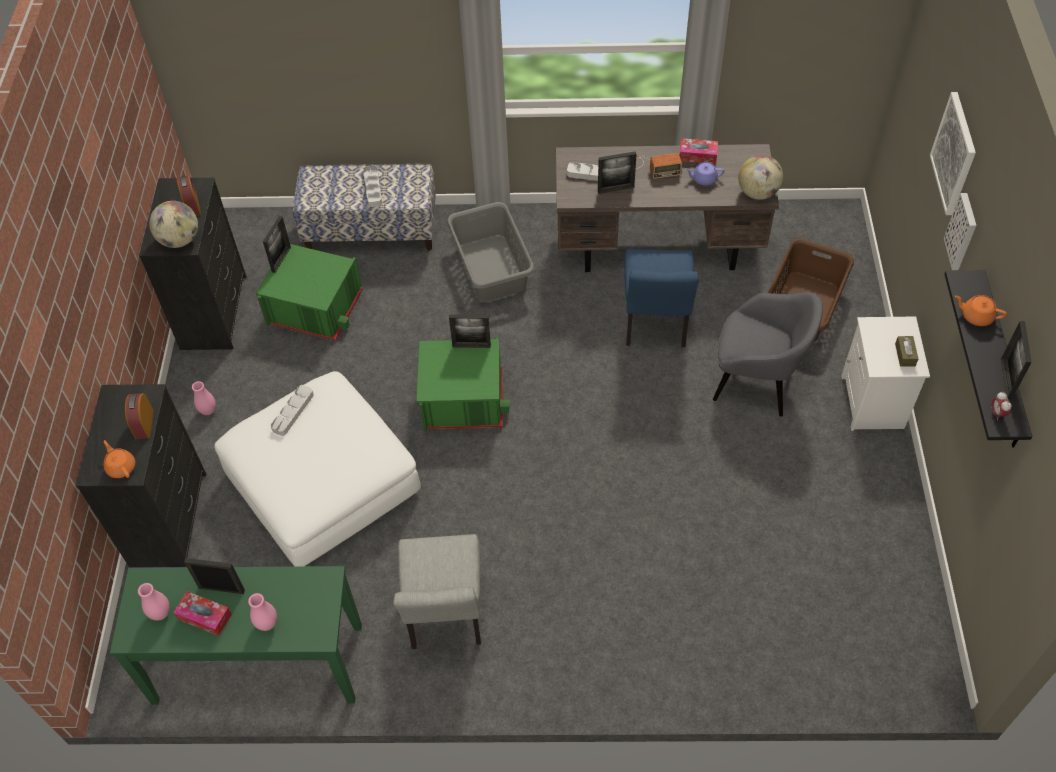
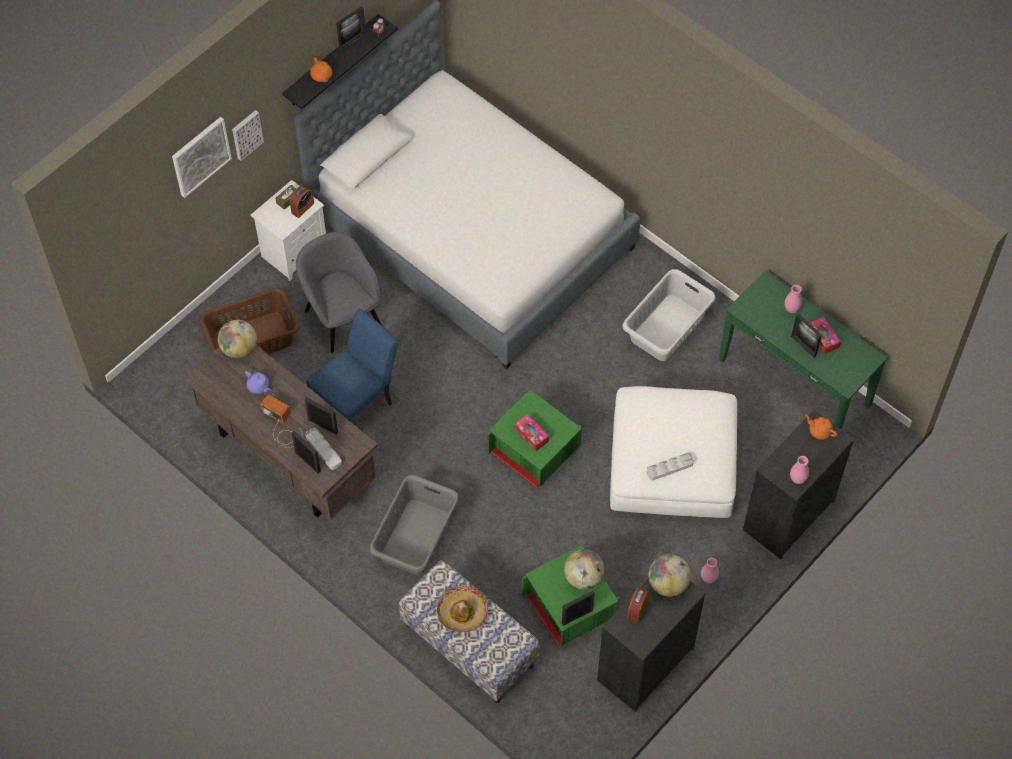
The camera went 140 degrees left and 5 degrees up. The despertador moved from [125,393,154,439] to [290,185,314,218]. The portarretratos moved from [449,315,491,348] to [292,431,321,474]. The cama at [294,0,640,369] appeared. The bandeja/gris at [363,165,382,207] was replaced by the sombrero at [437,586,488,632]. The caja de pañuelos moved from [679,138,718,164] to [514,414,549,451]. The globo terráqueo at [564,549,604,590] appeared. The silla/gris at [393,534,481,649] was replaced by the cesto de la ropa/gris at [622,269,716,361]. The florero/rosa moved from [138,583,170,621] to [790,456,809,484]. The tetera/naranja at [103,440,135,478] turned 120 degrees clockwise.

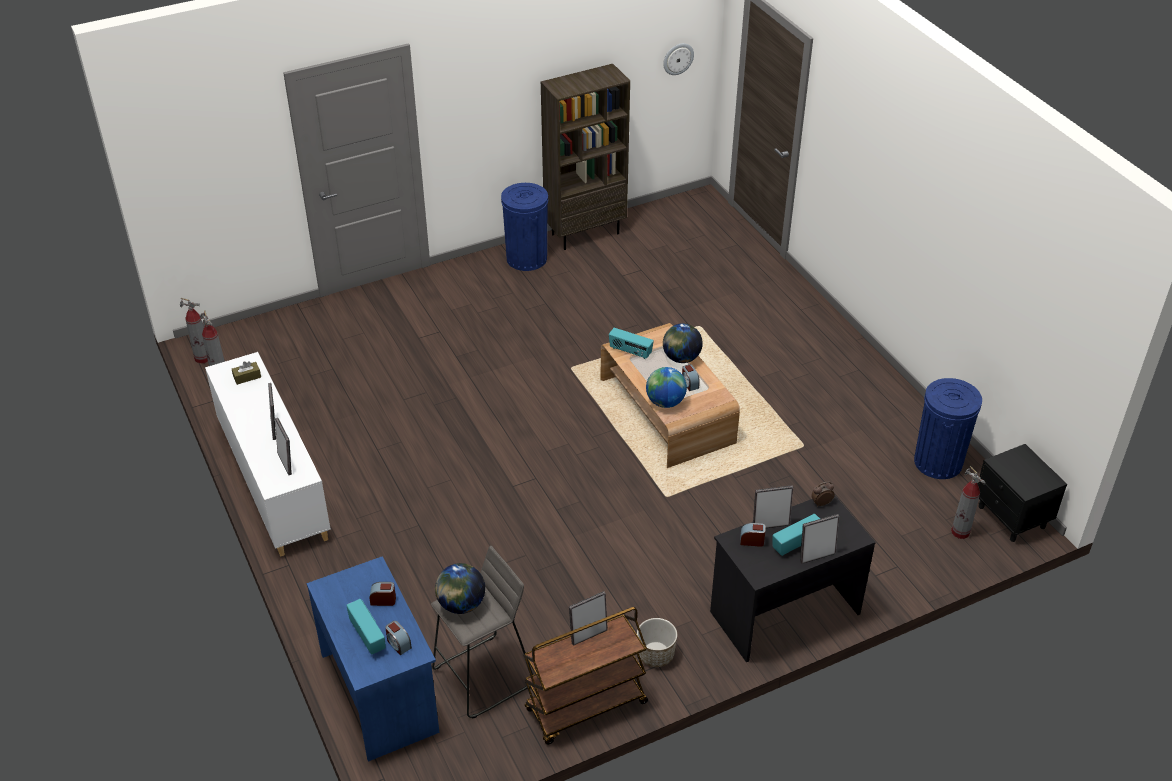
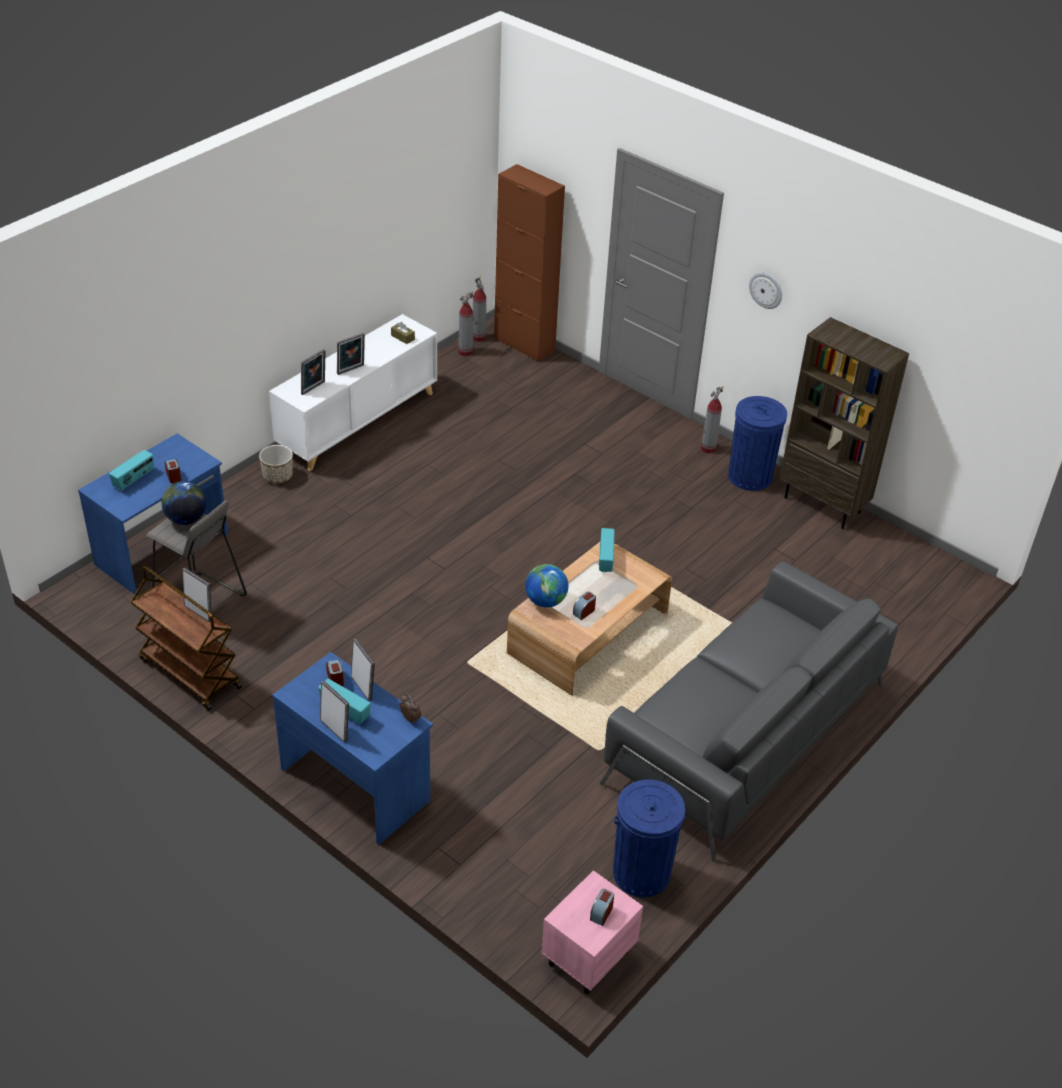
The camera went 65 degrees right and 0 degrees up. The maceta moved from [637,618,677,667] to [259,445,293,484]. The escritorio/negro at [710,496,876,662] became the escritorio/azul at [272,652,433,845]. The armario/marrón at [494,164,565,362] appeared. The mesita de noche/negro at [978,444,1067,542] became the mesita de noche/rosa at [541,870,643,994]. The despertador moved from [385,621,412,655] to [590,889,614,926]. The sofá/gris at [599,561,898,863] appeared. The extintor moved from [951,466,985,539] to [701,386,723,453]. The reloj de pared moved from [663,43,694,75] to [749,273,782,309]. The globo terráqueo at [663,323,703,363] disappeared.

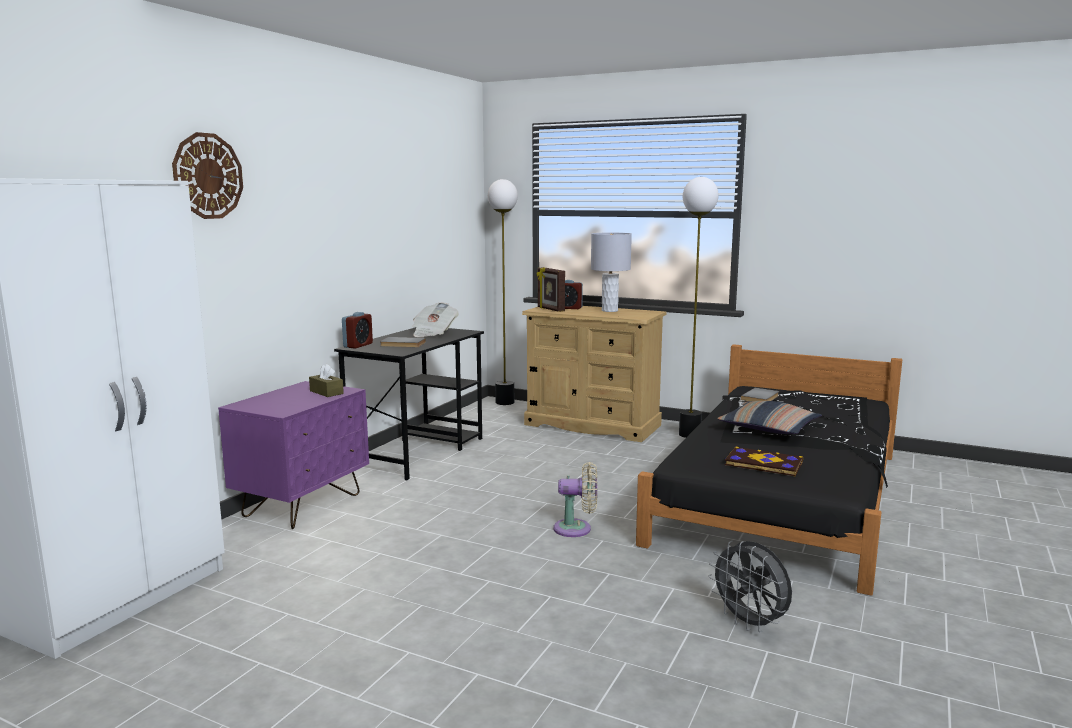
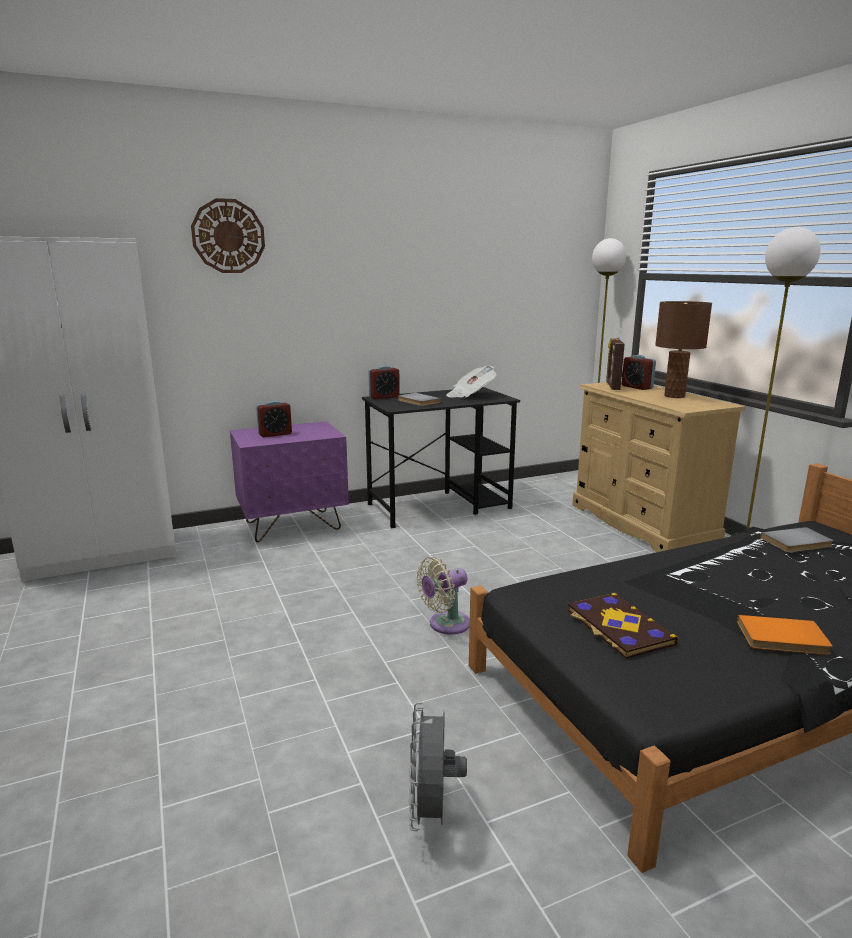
The camera went 40 degrees right and 5 degrees up. The despertador at [256,401,292,437] appeared. The ventilador/beis at [554,462,598,537] turned 105 degrees clockwise. The lámpara de mesa/gris at [591,233,632,312] became the lámpara de mesa/marrón at [655,301,712,398]. The libro/naranja at [737,615,832,655] appeared. The caja de pañuelos/marrón at [309,364,344,397] disappeared. The cojín at [717,401,822,434] disappeared.

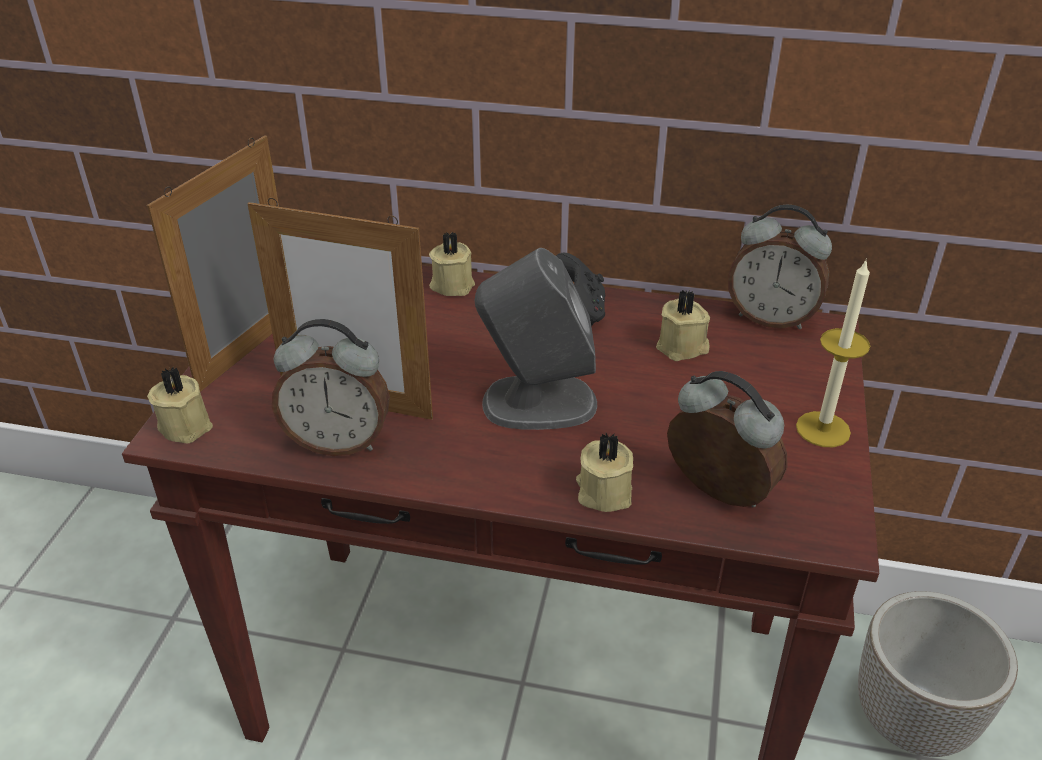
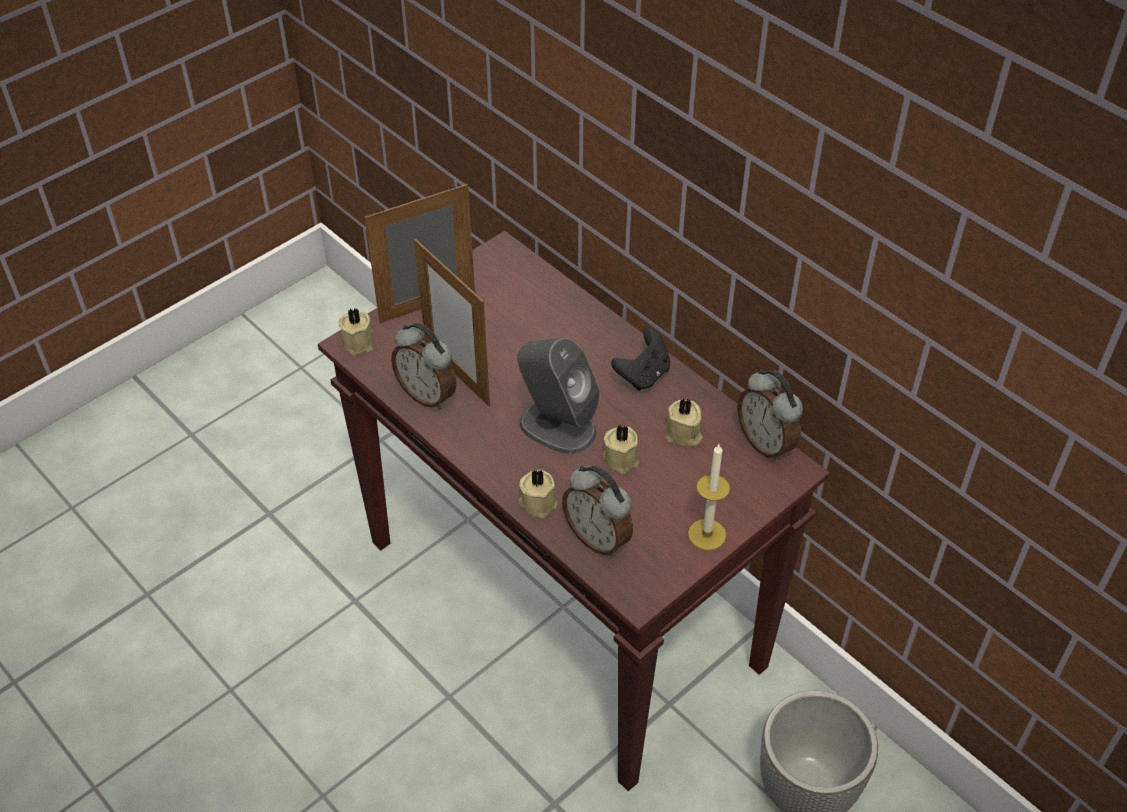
The camera went 35 degrees right and 10 degrees up. The despertador at [667,371,788,507] turned 150 degrees clockwise. The vela/beis moved from [429,232,475,296] to [603,424,639,474].

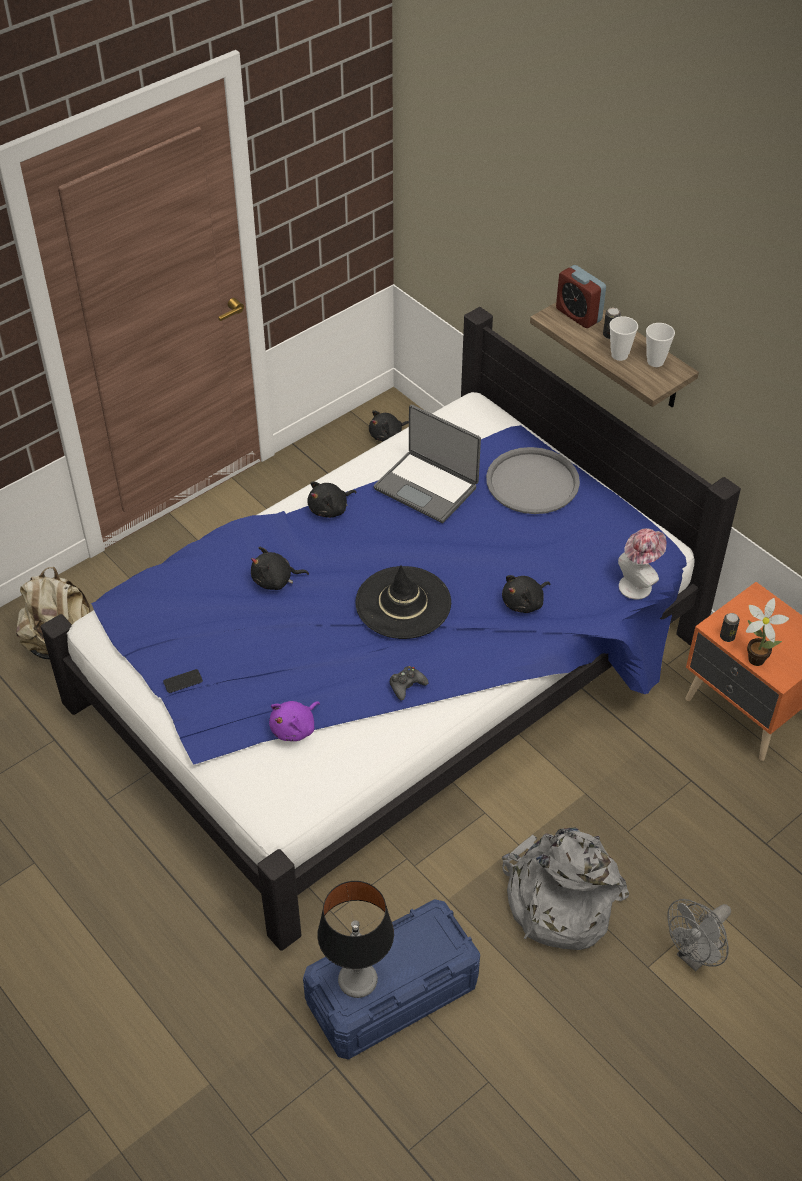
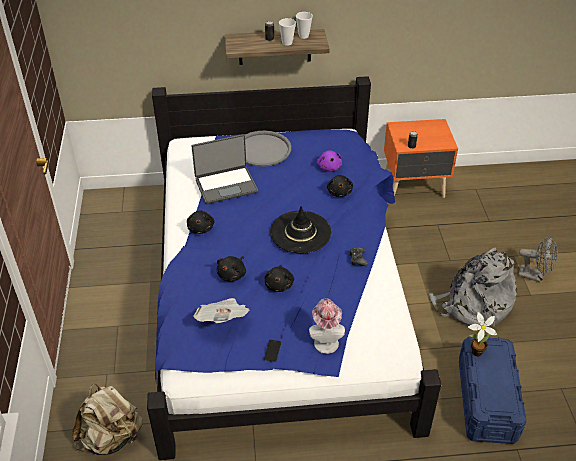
The camera went 55 degrees left and 5 degrees down. The periódico at [194,298,250,323] appeared. The peluche/negro moved from [369,411,409,442] to [265,265,294,292]. The sombrero moved from [618,528,667,599] to [309,298,345,354]. The peluche/morado moved from [269,701,320,741] to [317,150,342,172]. The planta en maceta moved from [746,598,789,666] to [468,312,497,357]. The ventilador/gris at [667,899,731,972] turned 60 degrees counterclockwise. The lámpara de mesa at [317,881,394,998] disappeared. The despertador at [556,265,606,328] disappeared.

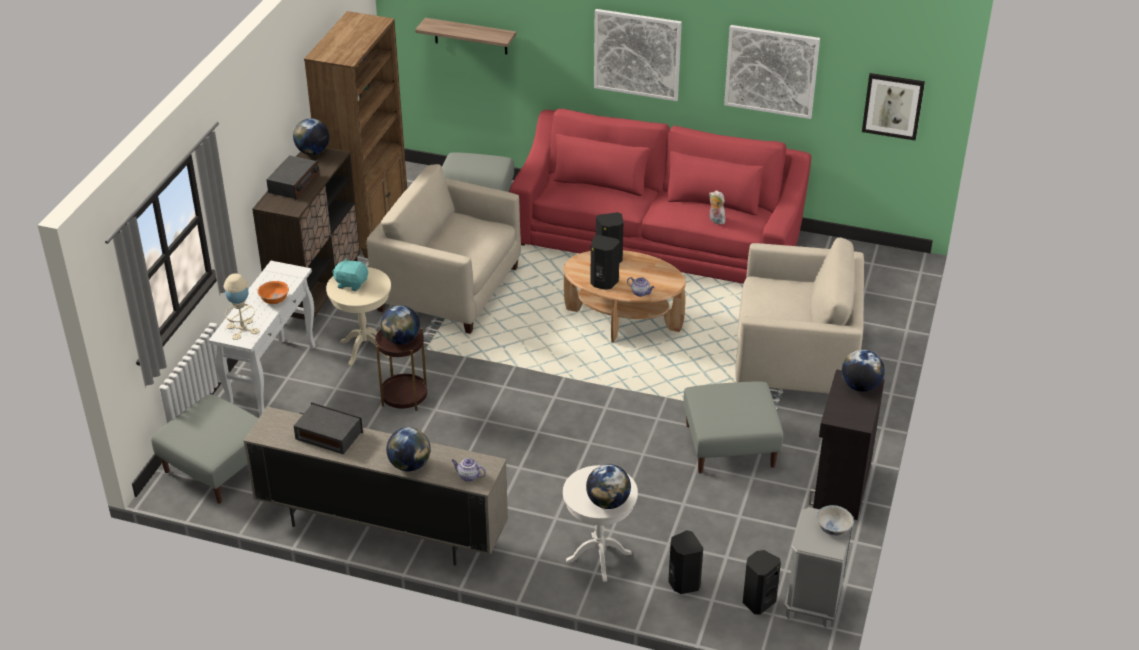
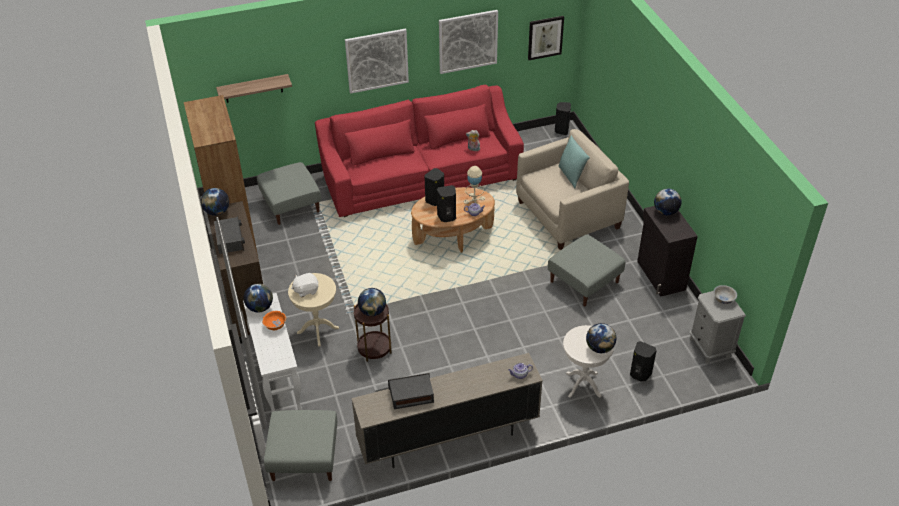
The camera went 35 degrees left and 5 degrees up. The globo terráqueo moved from [386,427,430,471] to [244,283,273,313]. The peluche/turquesa at [332,258,368,291] became the peluche/blanco at [291,273,318,298]. The lámpara de mesa/beis moved from [224,273,259,340] to [464,166,485,206]. The altavoz/negro moved from [743,550,781,615] to [555,102,571,135]. The cojín/turquesa at [559,135,590,188] appeared. The sillón/beis at [367,164,521,334] disappeared.

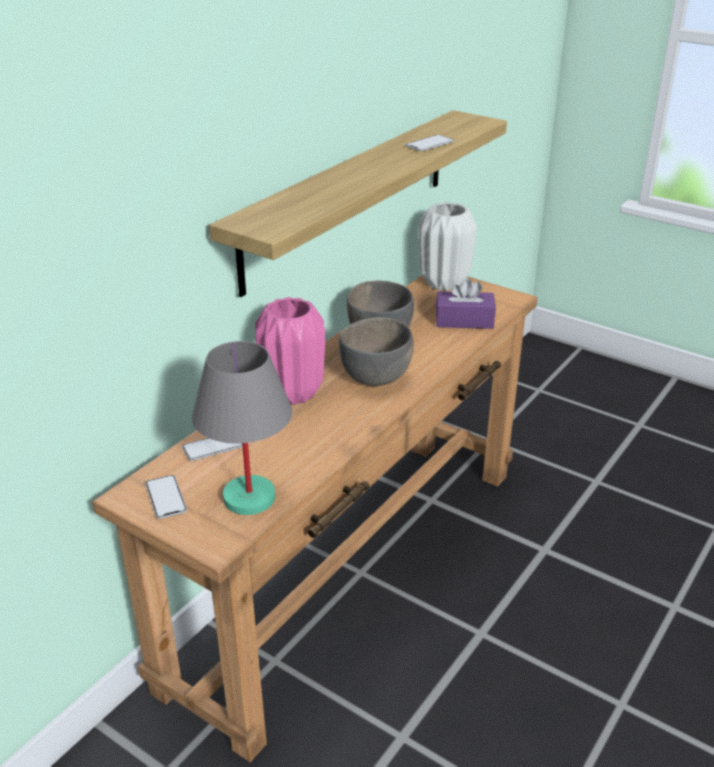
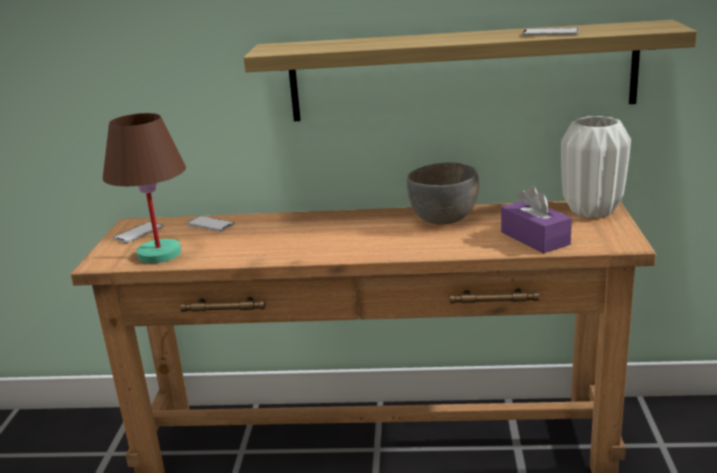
The camera went 60 degrees right and 10 degrees down. The lámpara de mesa/gris at [192,341,292,515] became the lámpara de mesa/marrón at [103,113,186,263]. The florero/rosa at [255,297,325,405] disappeared. The cuenco/gris at [339,317,414,386] disappeared.

